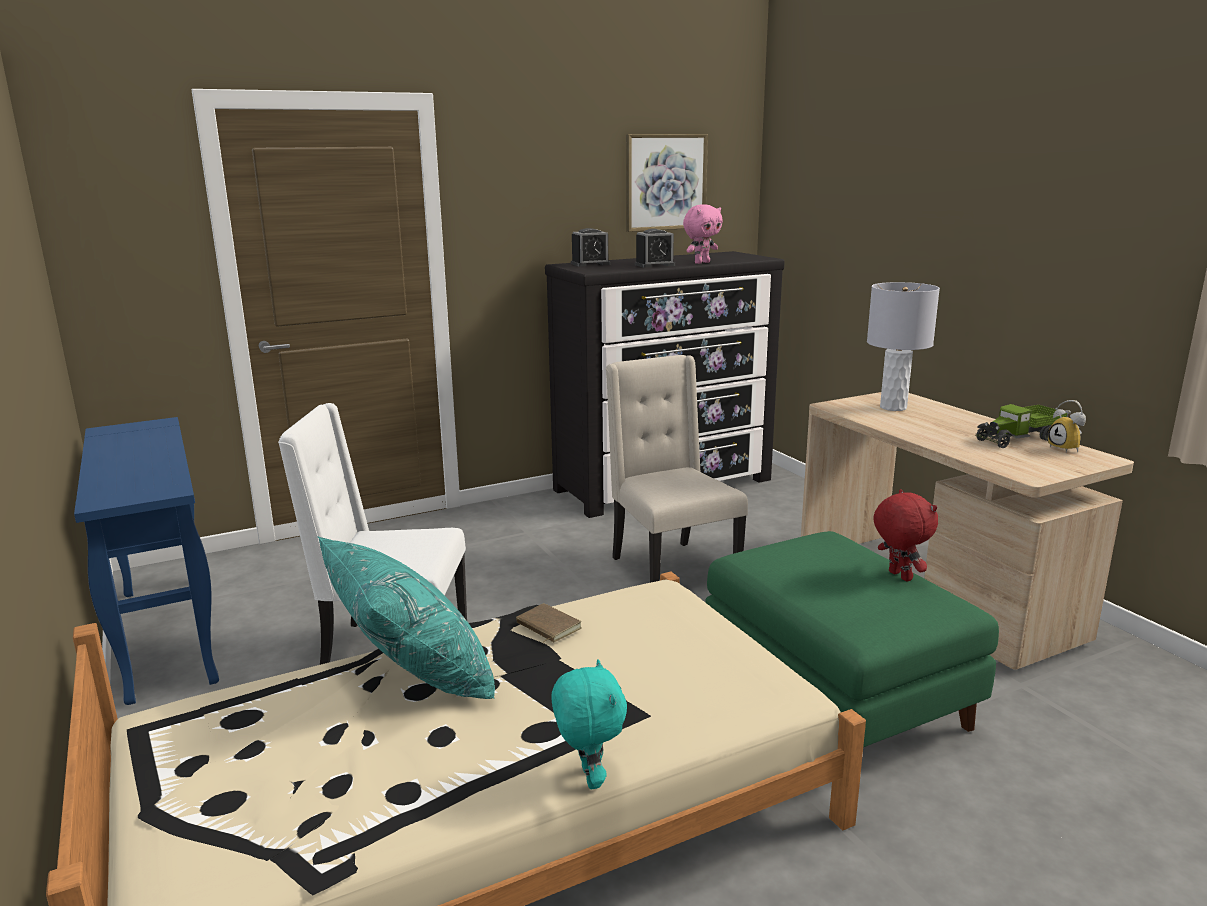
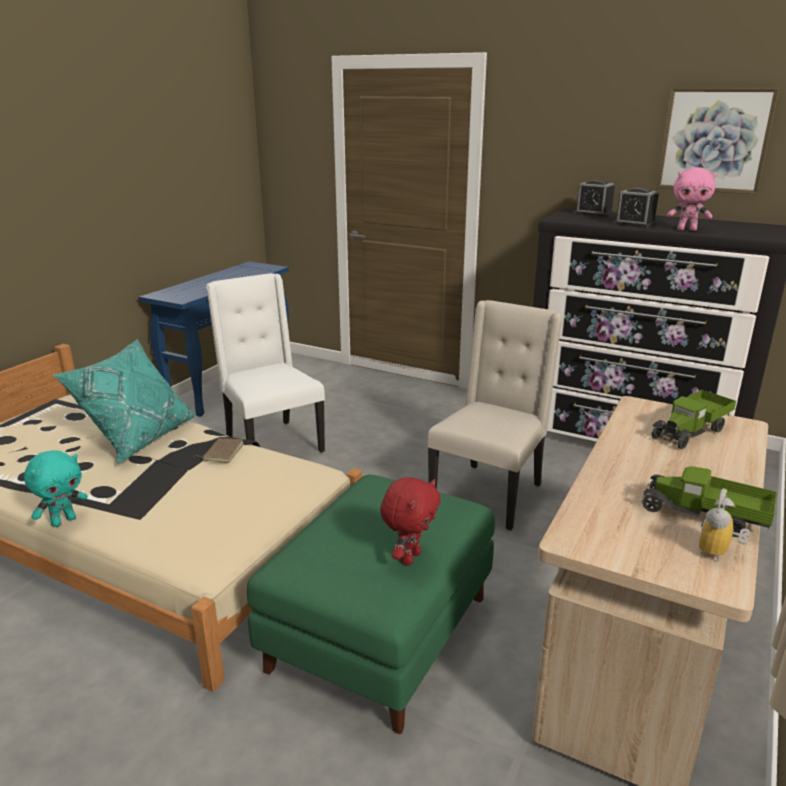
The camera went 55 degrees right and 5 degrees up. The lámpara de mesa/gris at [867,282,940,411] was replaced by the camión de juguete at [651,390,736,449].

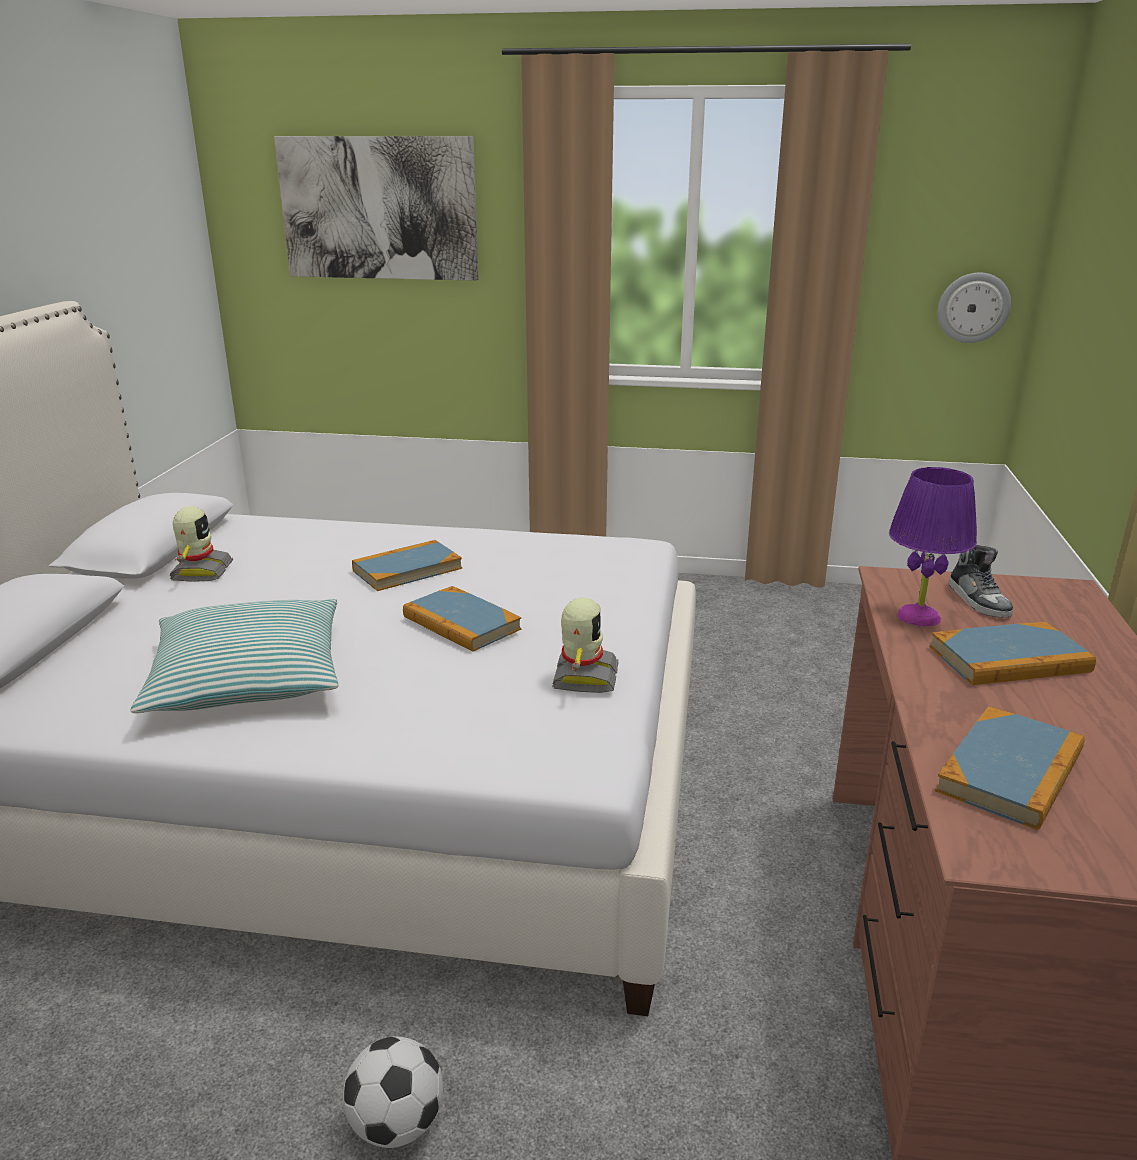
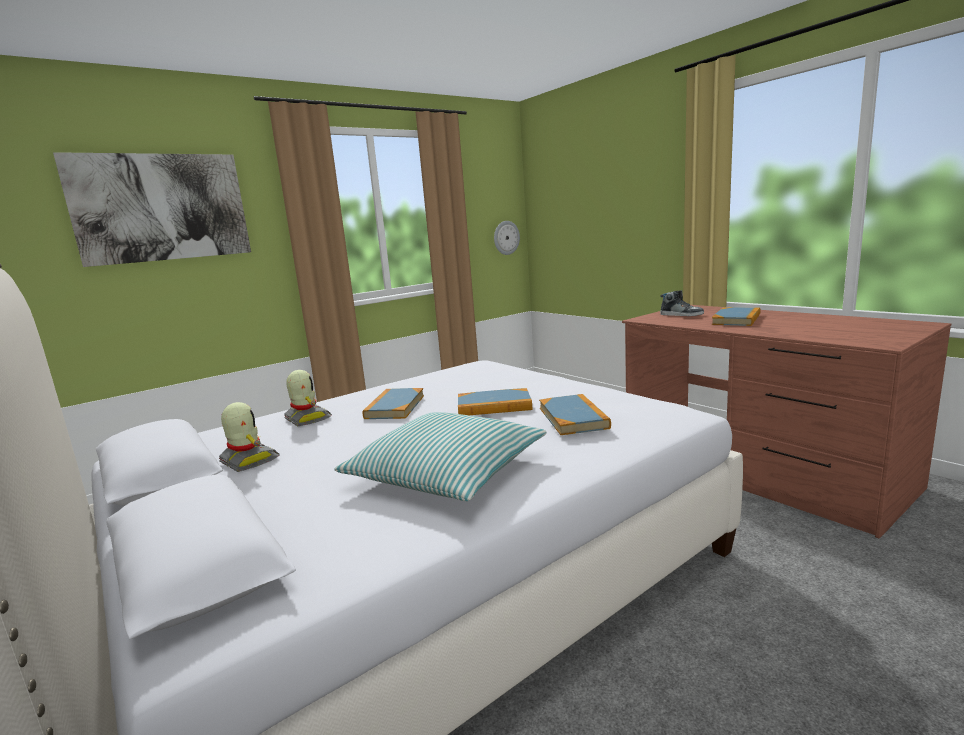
The camera went 45 degrees left and 10 degrees down. The robot de juguete moved from [552,598,619,693] to [284,370,332,426]. The libro moved from [935,706,1084,830] to [539,394,611,435]. The balón de fútbol at [343,1036,443,1148] disappeared. The lámpara de mesa/morado at [889,467,977,627] disappeared.

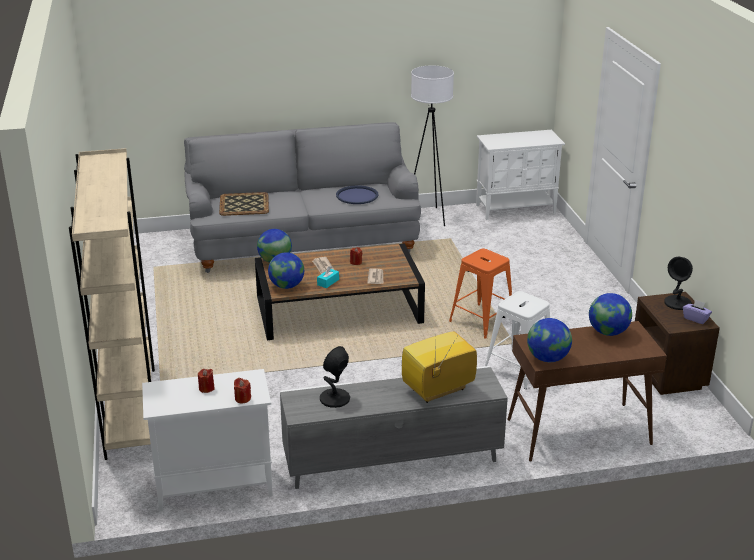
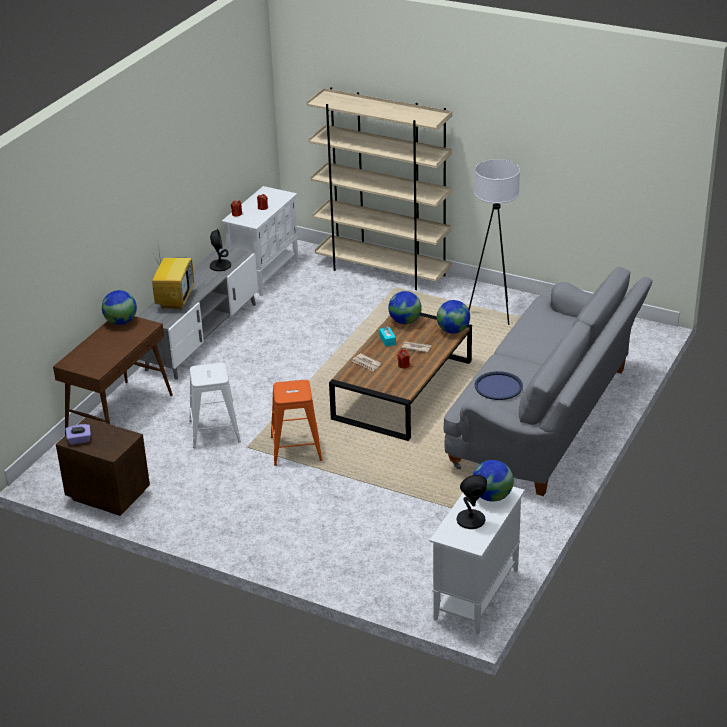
The camera went 130 degrees right and 5 degrees up. The lámpara de mesa/negro moved from [664,257,693,310] to [456,475,487,529]. The lámpara de pie/blanco moved from [411,65,454,226] to [469,159,520,325]. The globo terráqueo moved from [589,293,632,336] to [473,460,514,502]. The bandeja at [219,192,269,216] disappeared.

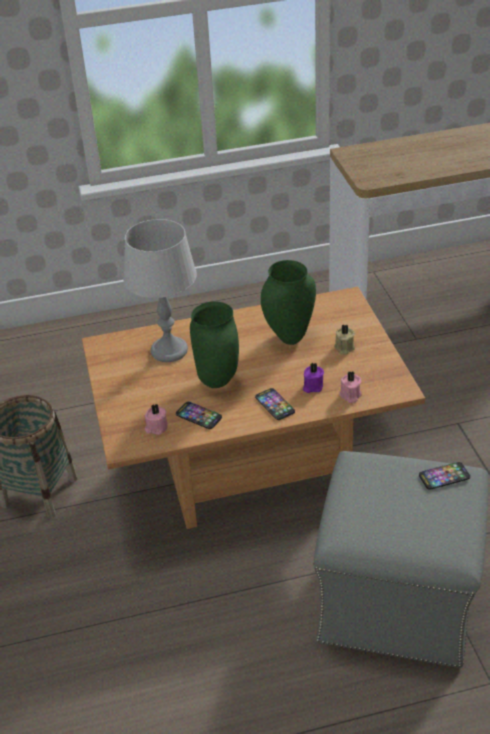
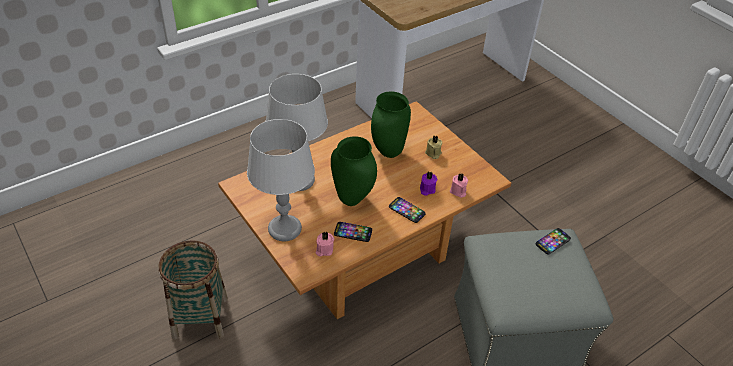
The camera went 25 degrees left and 5 degrees up. The lámpara de mesa/gris at [247,119,315,241] appeared.

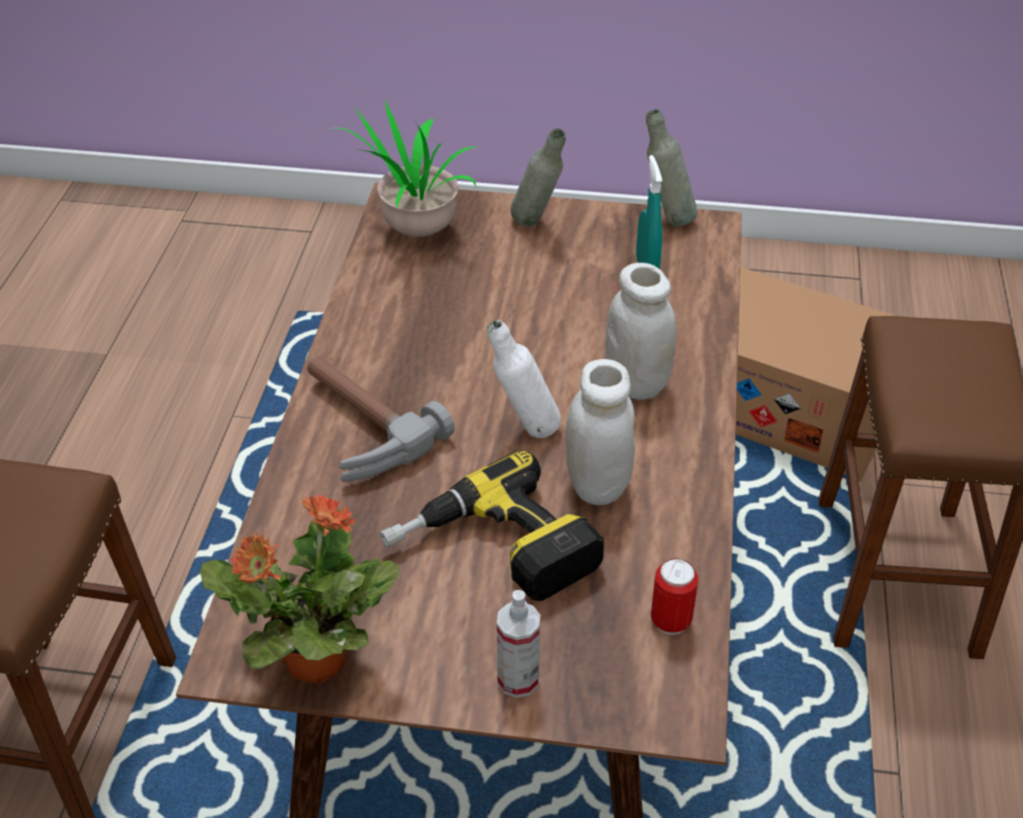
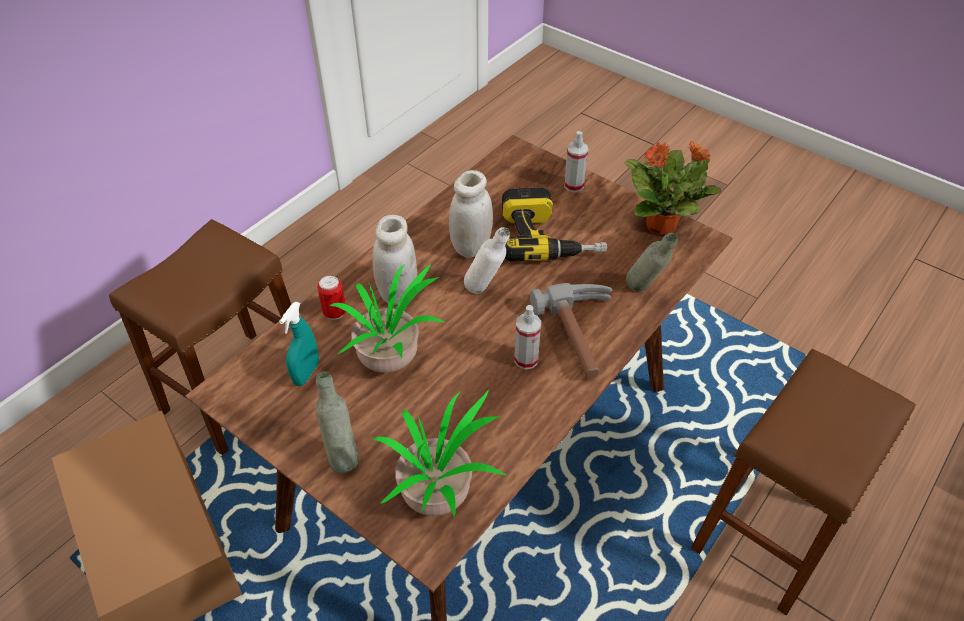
The camera went 150 degrees left and 5 degrees up. The lata moved from [651,558,698,634] to [317,275,346,320]. The planta en maceta at [330,263,444,373] appeared. The pulverizador at [514,305,541,370] appeared. The botella/gris moved from [646,109,697,226] to [626,233,678,291].

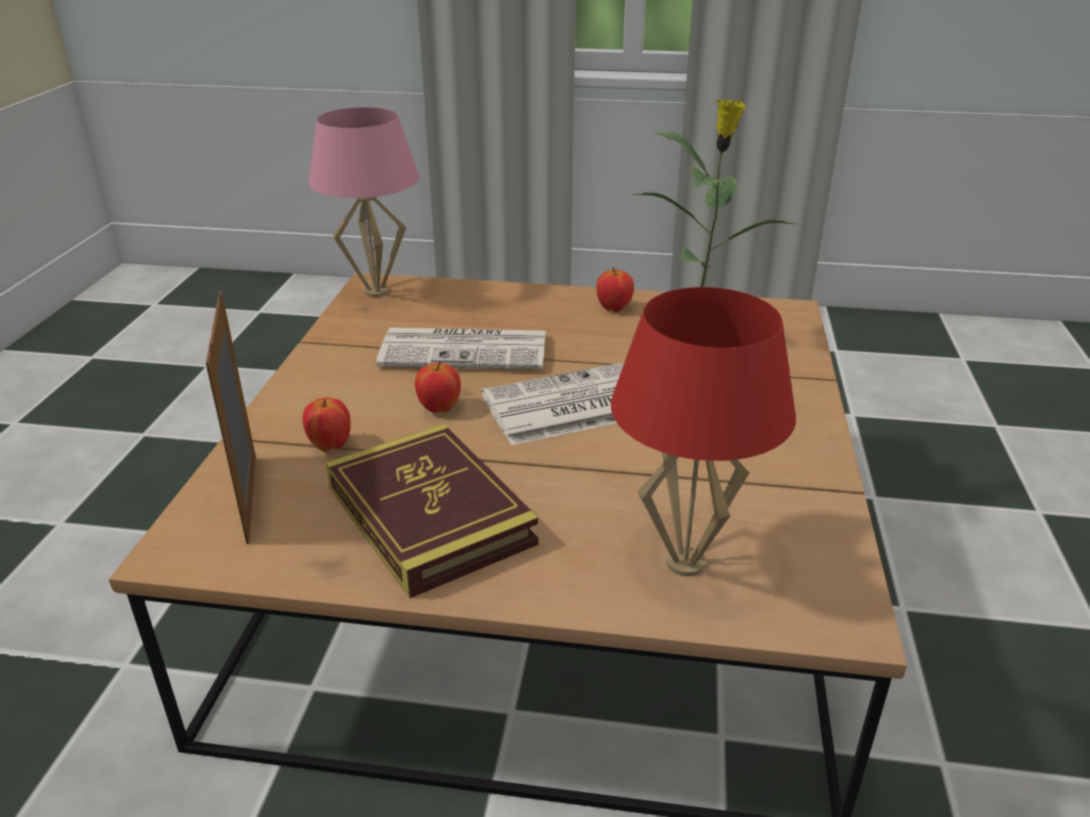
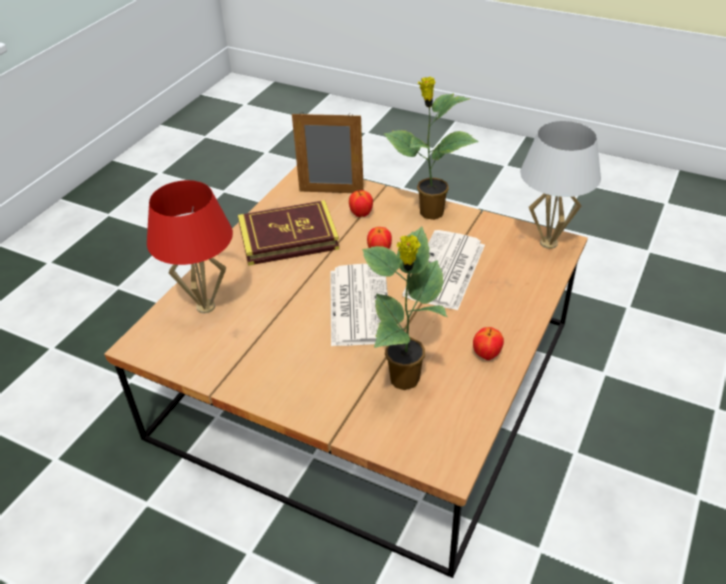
The camera went 110 degrees right and 10 degrees up. The planta en maceta at [383,77,479,220] appeared. The lámpara de mesa/rosa at [308,107,419,297] became the lámpara de mesa/blanco at [521,121,601,249].

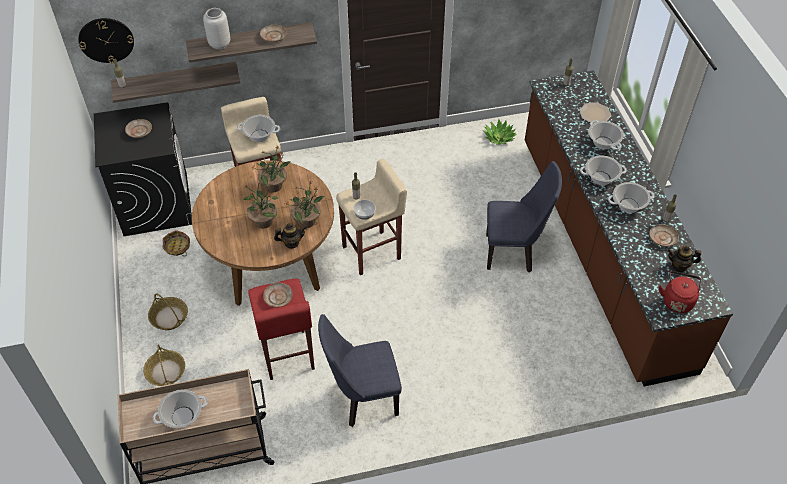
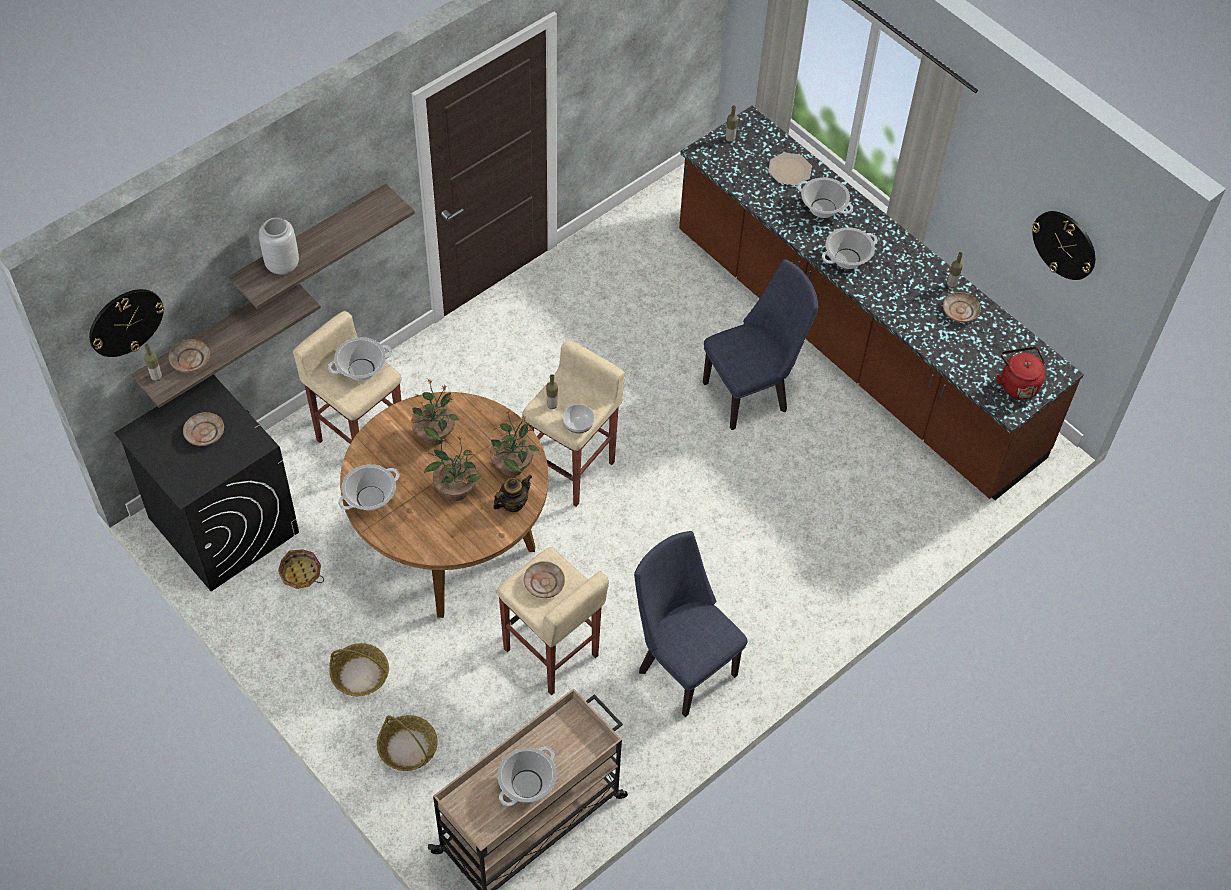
The camera went 30 degrees left and 5 degrees up. The plato/beis moved from [260,25,287,42] to [169,339,210,372]. The olla moved from [608,182,655,213] to [338,464,400,511]. The taburete/rojo at [248,278,315,380] became the taburete/beis at [496,547,609,695]. The silla/azul at [318,314,402,427] turned 90 degrees clockwise. The reloj de pared at [1032,211,1095,280] appeared. The planta en maceta at [483,118,517,145] disappeared. The tetera at [668,246,701,272] disappeared.

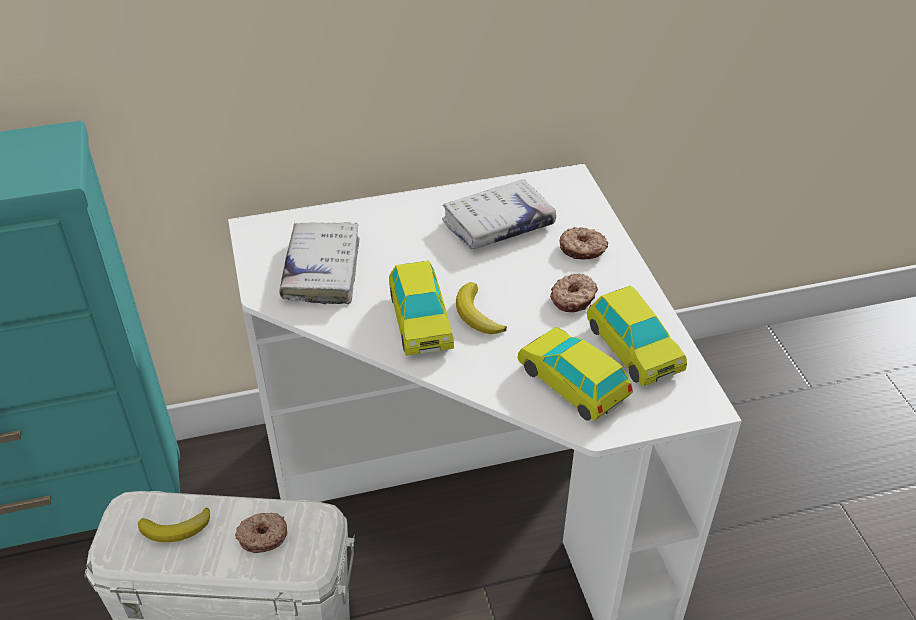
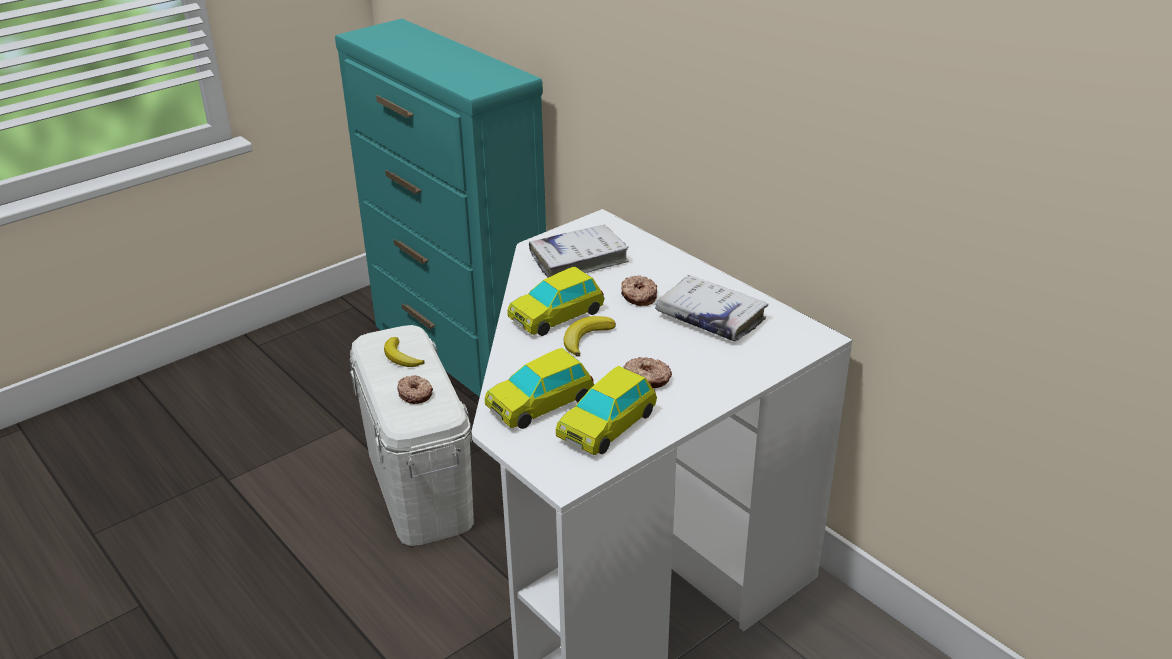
The camera went 65 degrees right and 10 degrees down. The coche de juguete at [518,327,633,421] turned 150 degrees counterclockwise. The rosquilla moved from [559,227,608,259] to [621,275,657,306].

